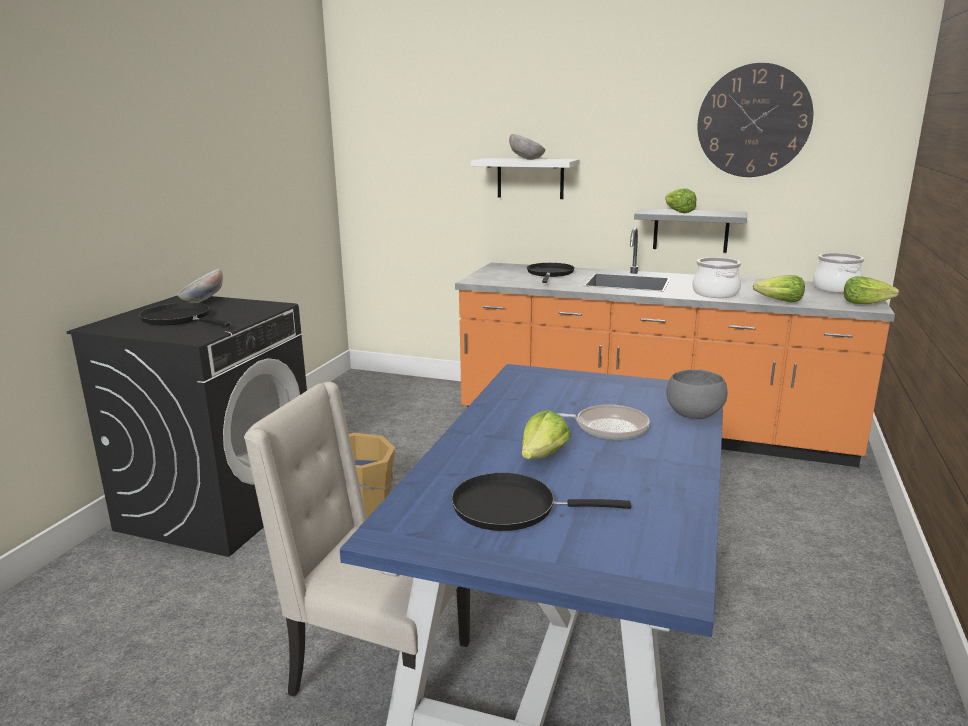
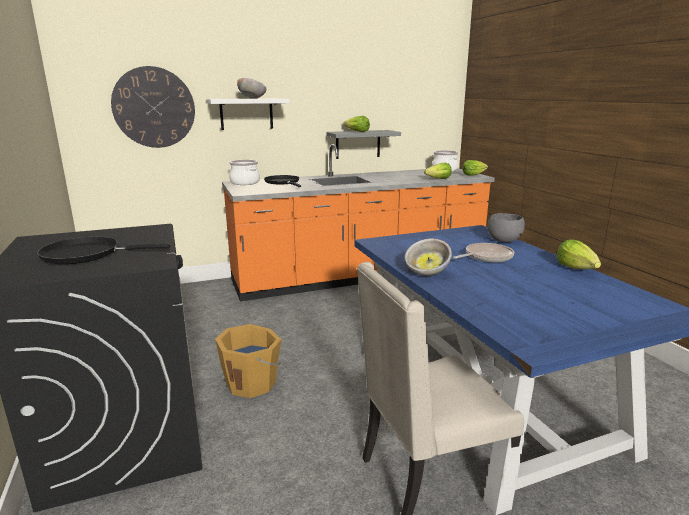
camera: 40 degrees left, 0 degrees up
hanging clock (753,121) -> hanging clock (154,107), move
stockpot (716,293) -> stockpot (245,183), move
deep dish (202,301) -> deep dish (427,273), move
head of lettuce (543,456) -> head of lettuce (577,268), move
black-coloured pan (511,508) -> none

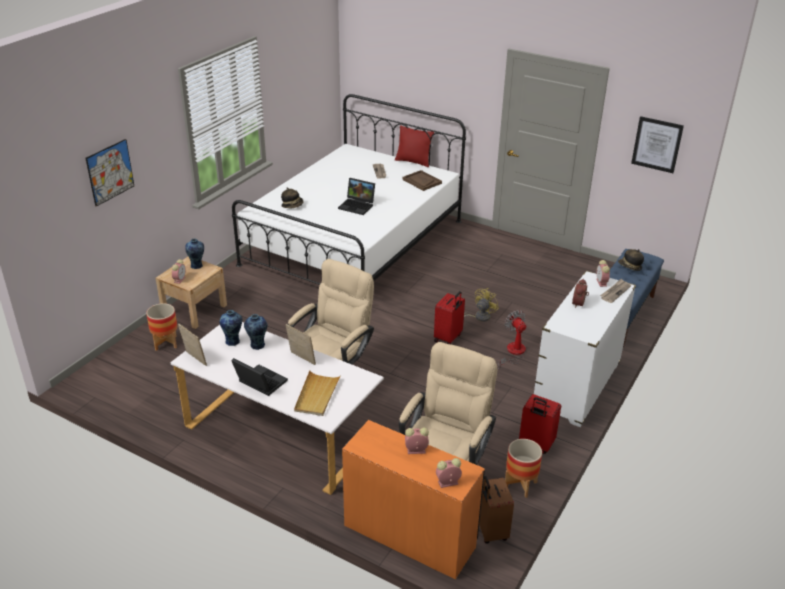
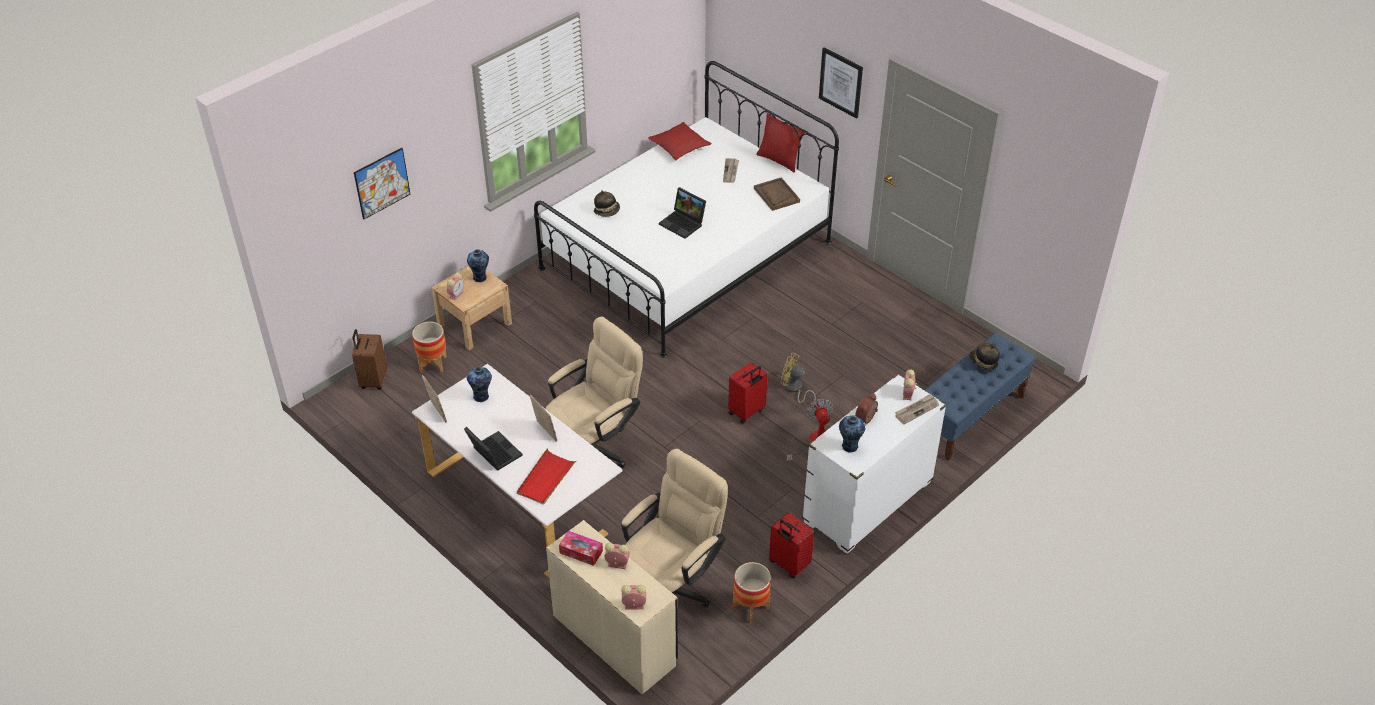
camera: 15 degrees right, 10 degrees up
wall picture (657,144) -> wall picture (841,82), move
yellowish cooling fan (479,317) -> yellowish cooling fan (794,389), 120 degrees counterclockwise
decorative vase (257,345) -> decorative vase (849,447), move
beige-coloured tray (317,395) -> reddish tray (546,479)
orange desk unit (410,534) -> beige-coloured desk unit (615,639)
brown-coloured piece of luggage (490,531) -> brown-coloured piece of luggage (373,380), move
none -> reddish throw pillow (679,146)
none -> tissue holder (581,552)

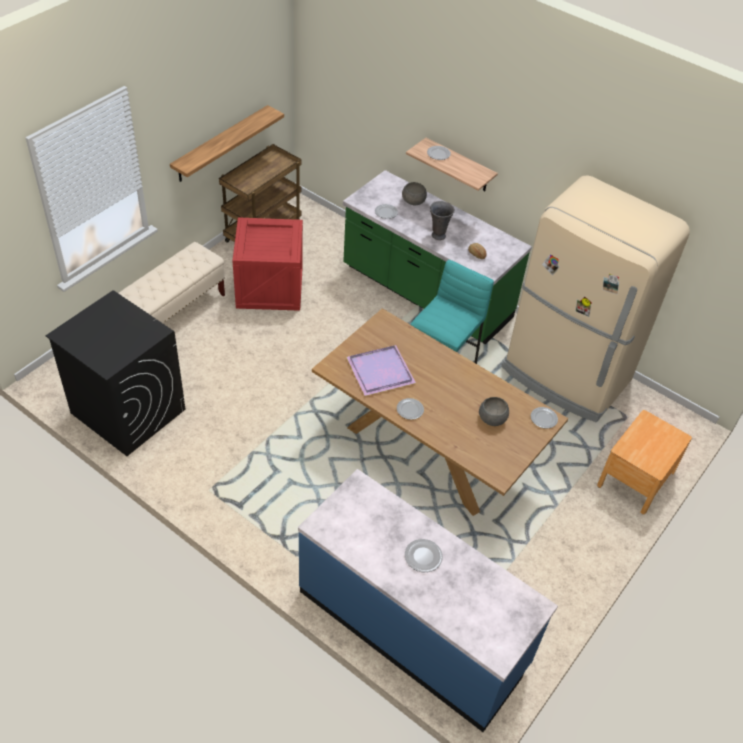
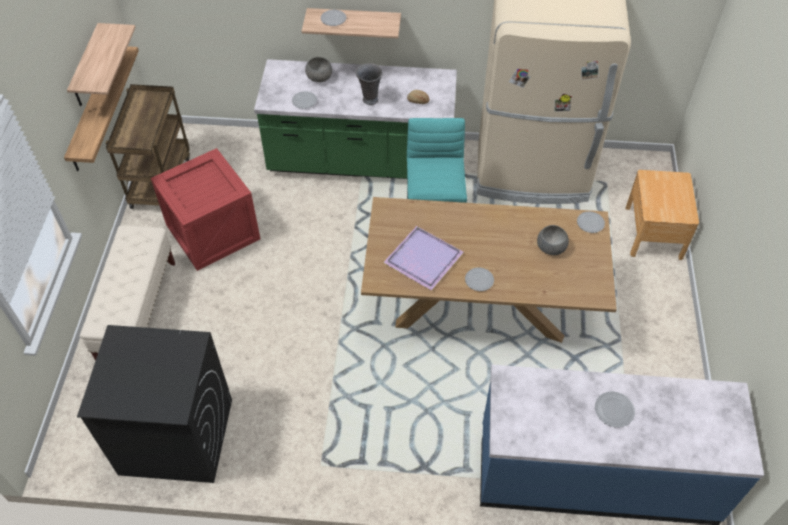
camera: 30 degrees left, 5 degrees up
none -> bracket shelf (87,67)

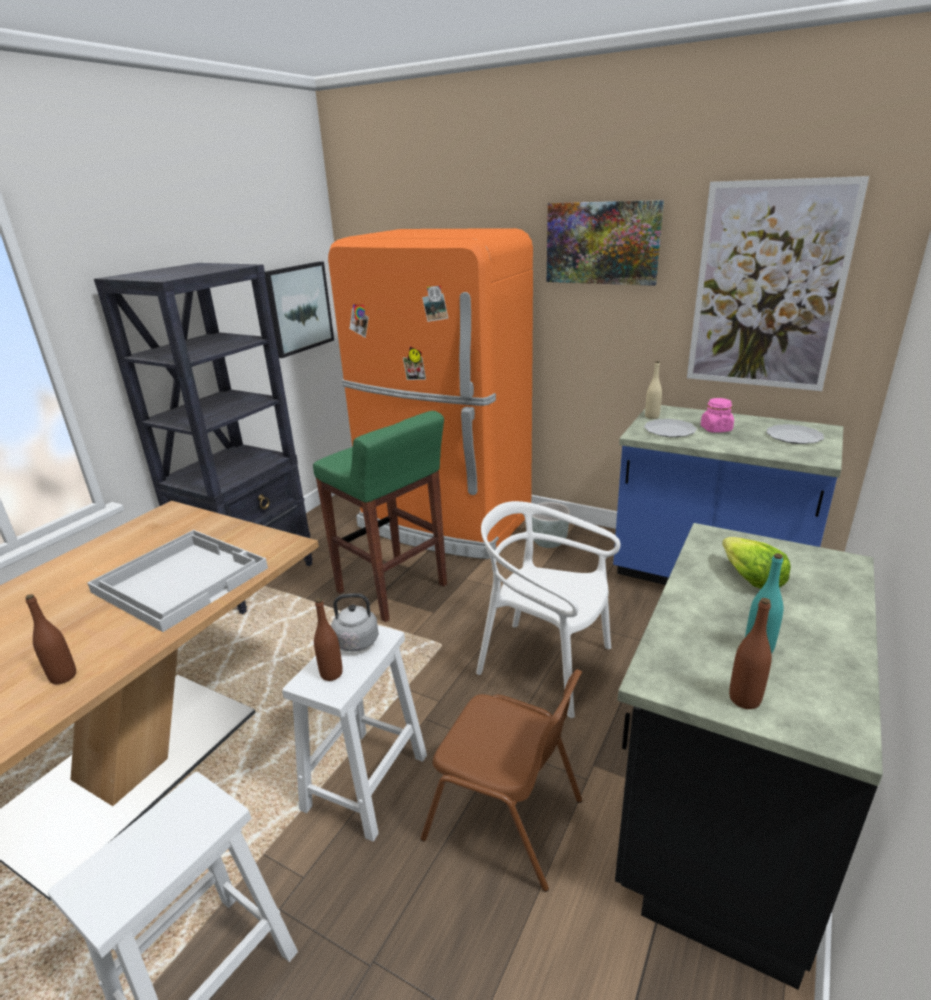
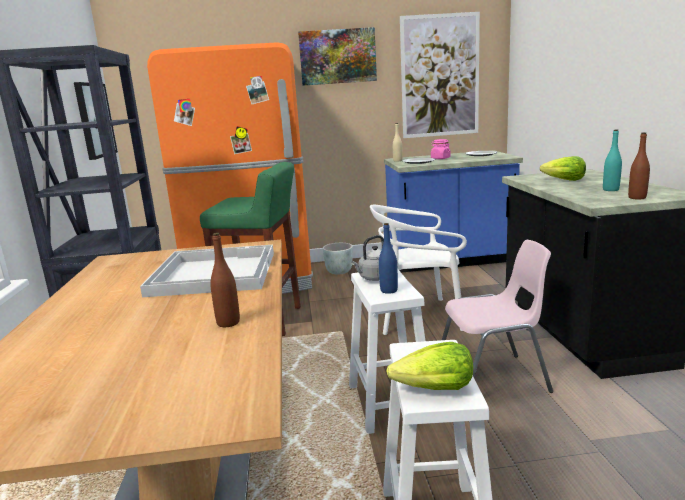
camera: 35 degrees left, 10 degrees down
brown-coloured drink bottle (331,674) -> bluish drink bottle (389,290)
brown-coloured plain chair (506,820) -> pinkish plain chair (493,379)
none -> head of lettuce (435,389)

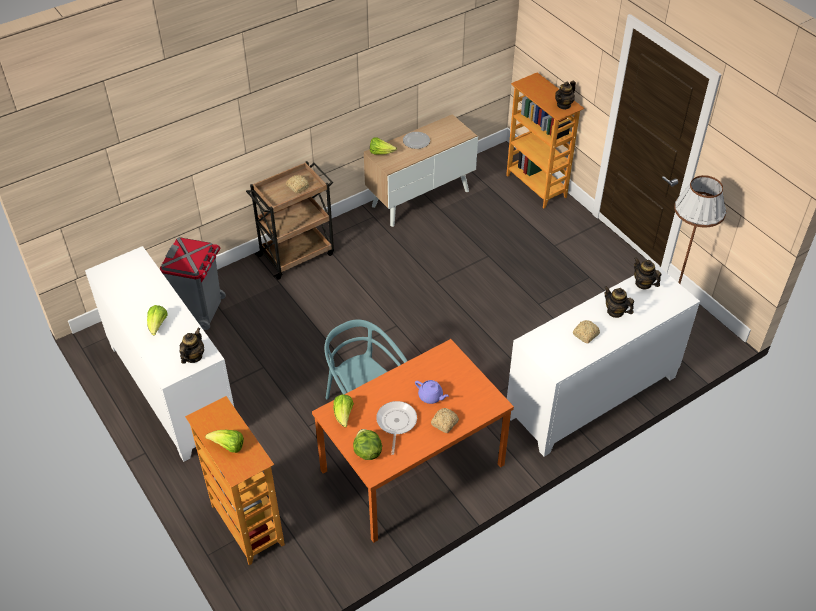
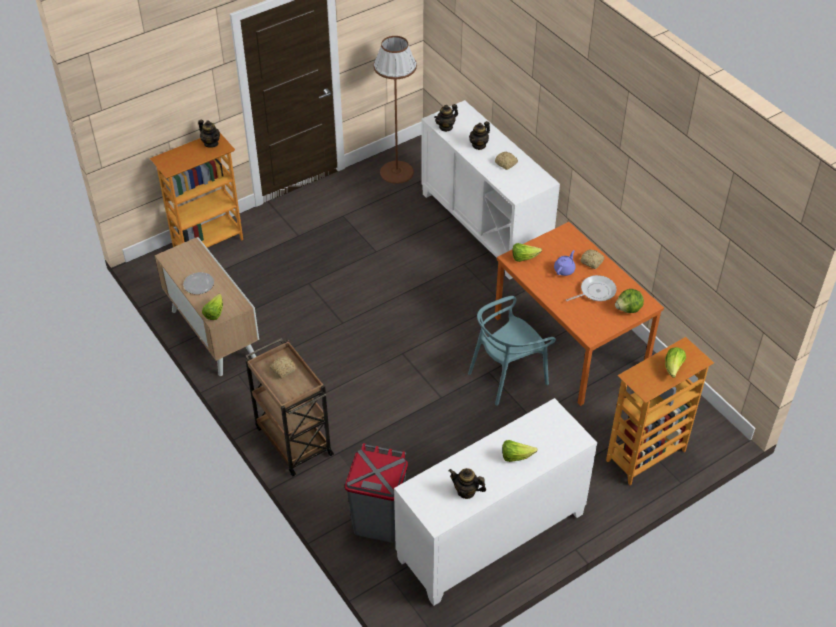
camera: 90 degrees left, 0 degrees up
pot for tea (193,356) -> pot for tea (466,491), move
head of lettuce (343,416) -> head of lettuce (524,257), move
pan (396,423) -> pan (595,291), 150 degrees clockwise

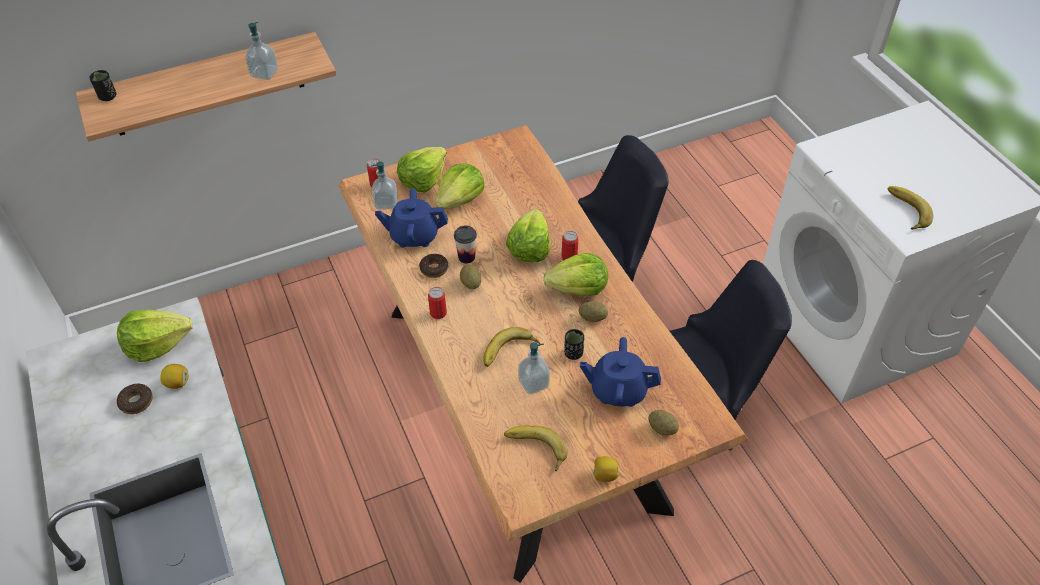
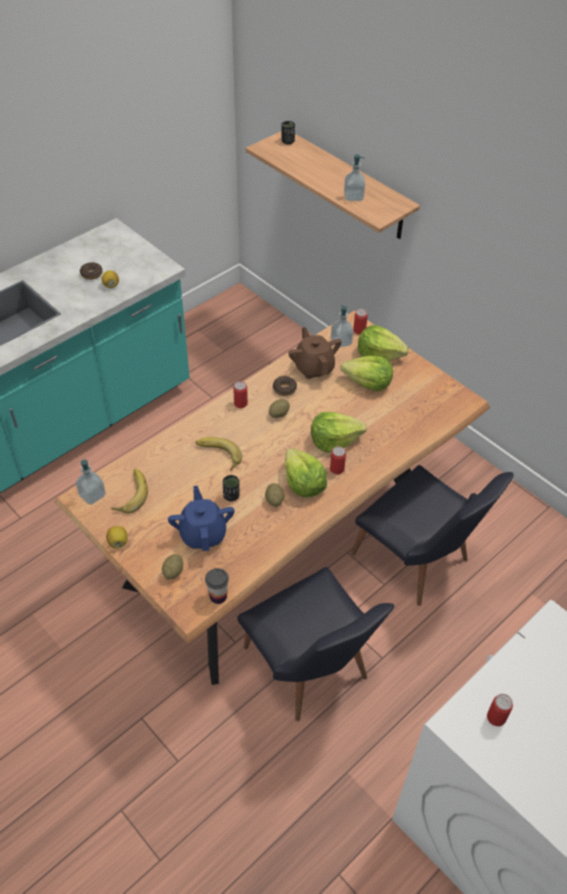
camera: 70 degrees right, 0 degrees up
banana (904,211) -> sealed can (496,717)
bluish pot for tea (414,236) -> brown-coloured pot for tea (314,367)
drinking cup (466,257) -> drinking cup (218,596), move
head of lettuce (157,344) -> none
soap bottle (533,383) -> soap bottle (92,495), move

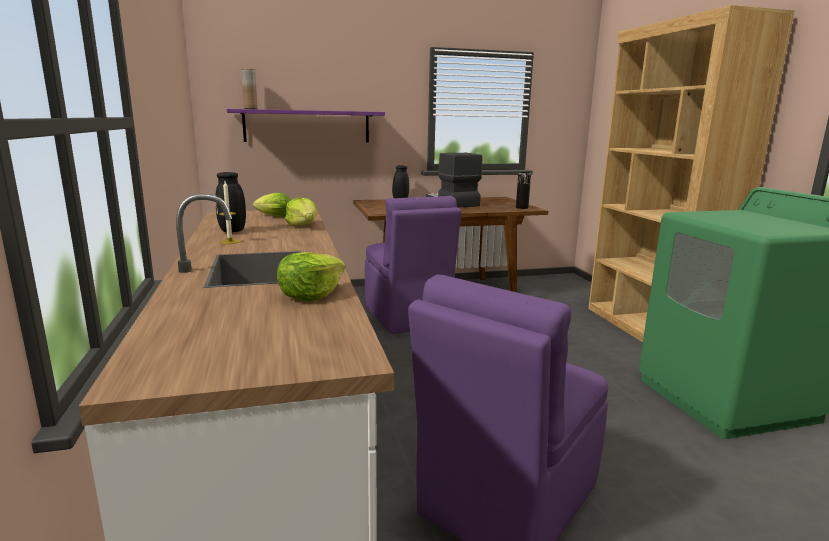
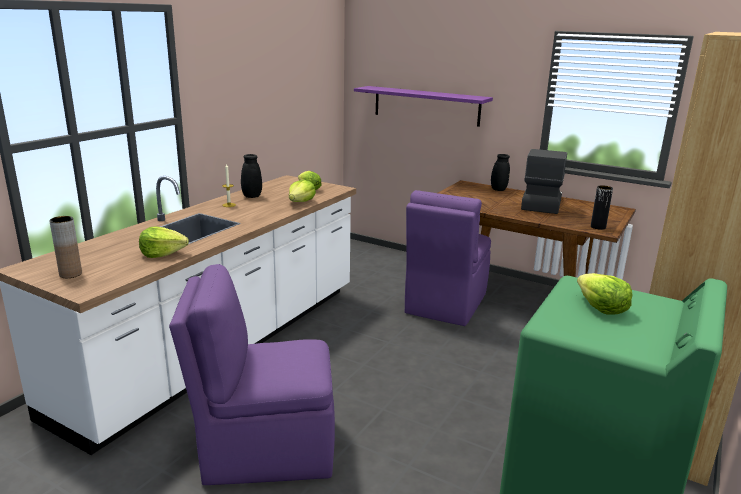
camera: 45 degrees right, 5 degrees up
brown-coloured decorative vase (250,109) -> brown-coloured decorative vase (70,274), move
none -> head of lettuce (601,308)

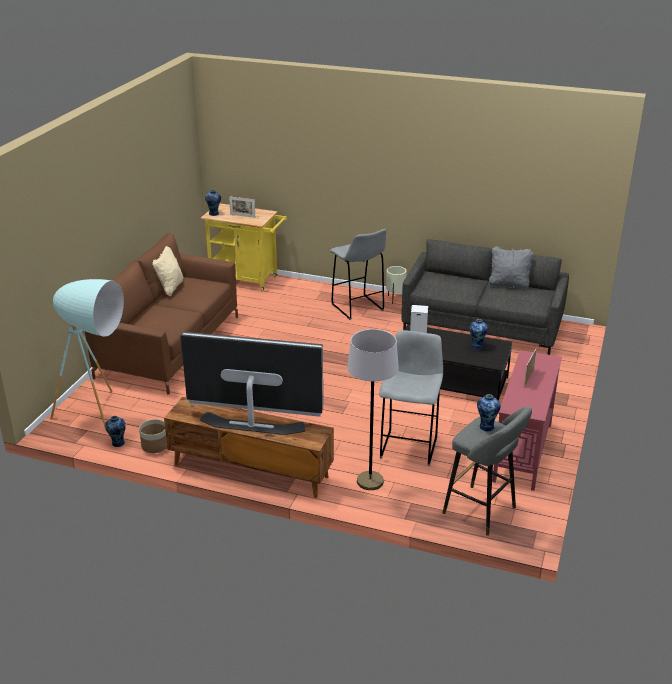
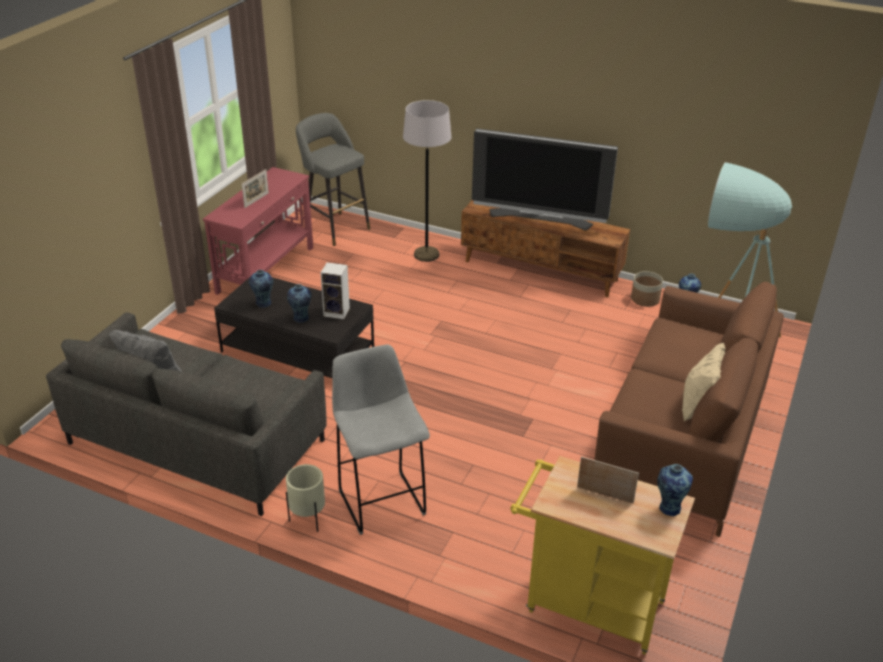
camera: 175 degrees left, 5 degrees up
gray stool seat (409,447) -> none
decorative vase (486,426) -> decorative vase (301,318), move

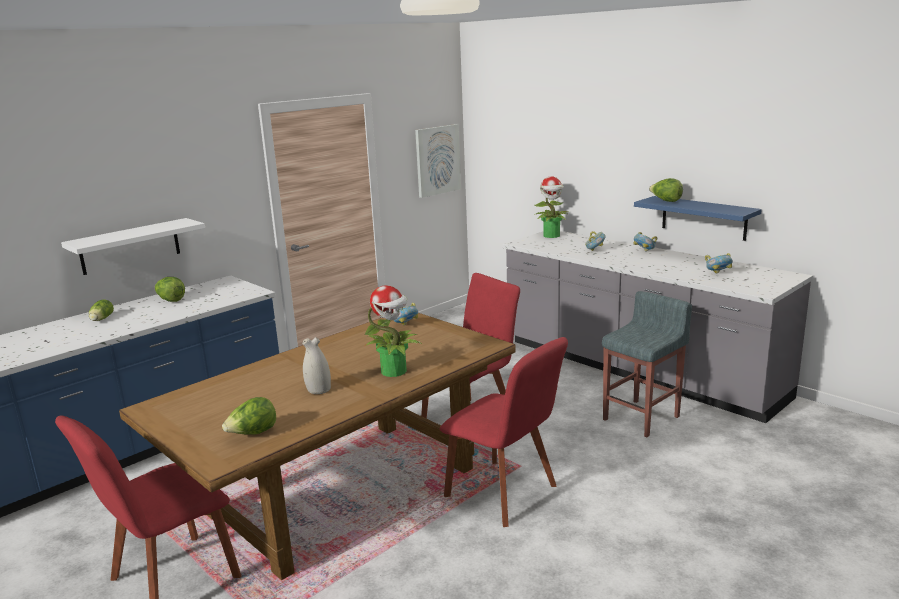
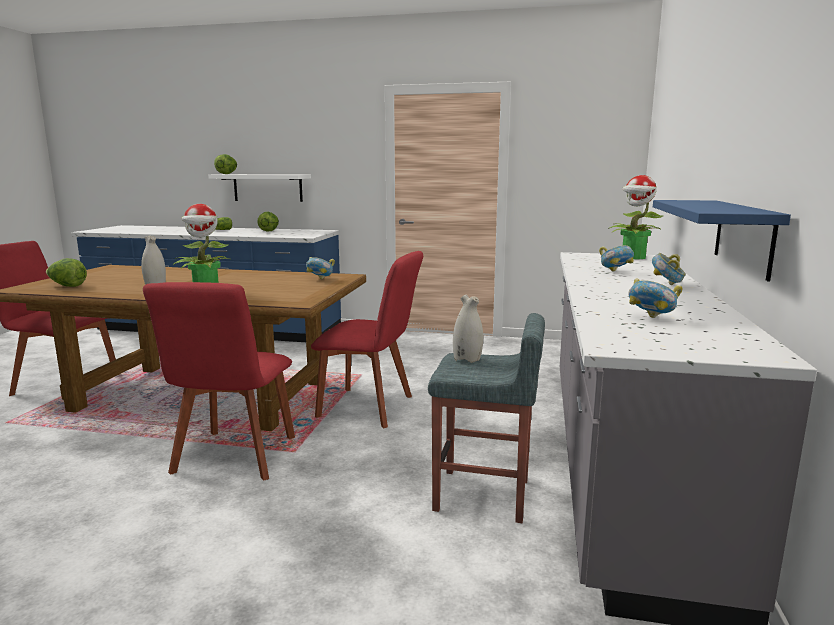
camera: 55 degrees right, 5 degrees down
wall picture (437,160) -> none
head of lettuce (665,201) -> head of lettuce (227,174), move
none -> white decorative vase (467,360)

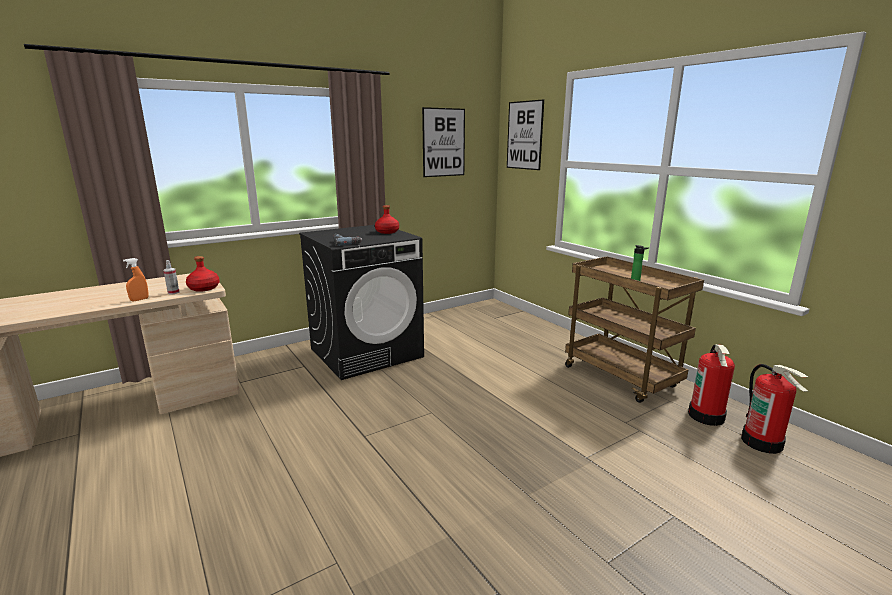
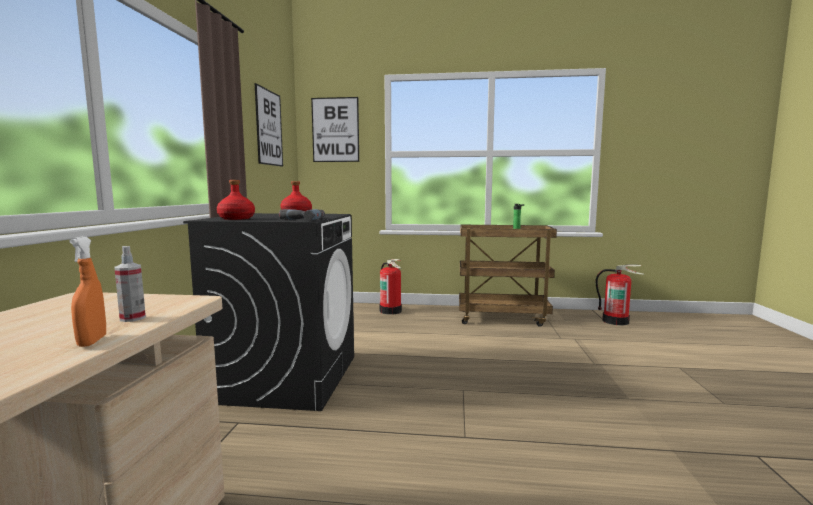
camera: 50 degrees left, 10 degrees down
reddish drink bottle (204,288) -> reddish drink bottle (236,218), move
fire-fighting cylinder (707,416) -> fire-fighting cylinder (391,311), move

